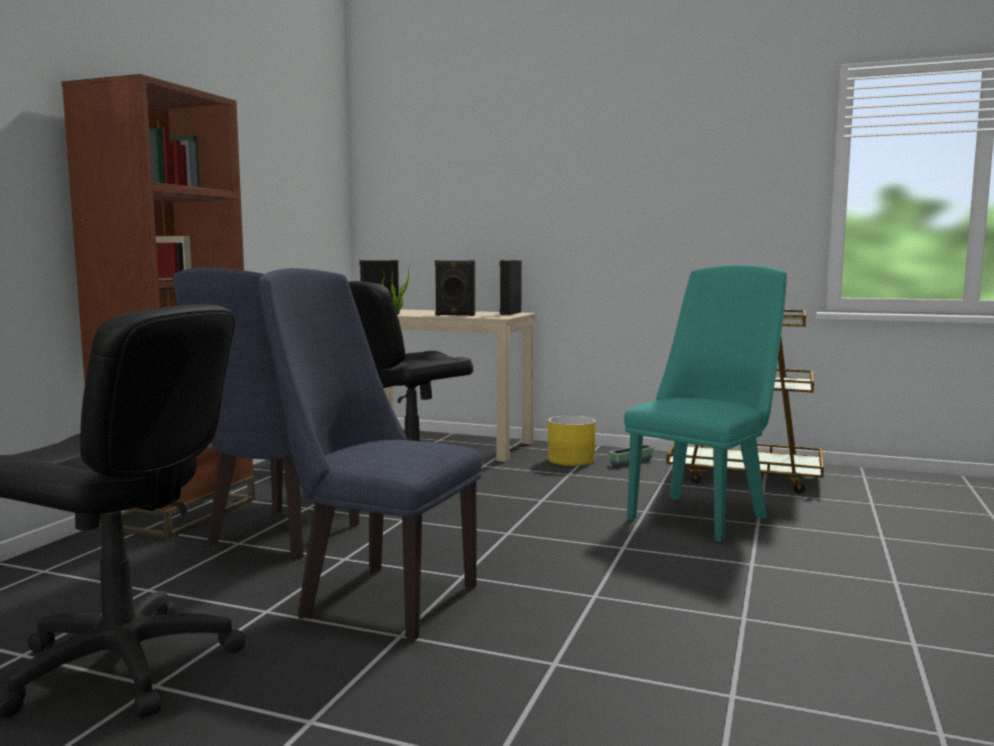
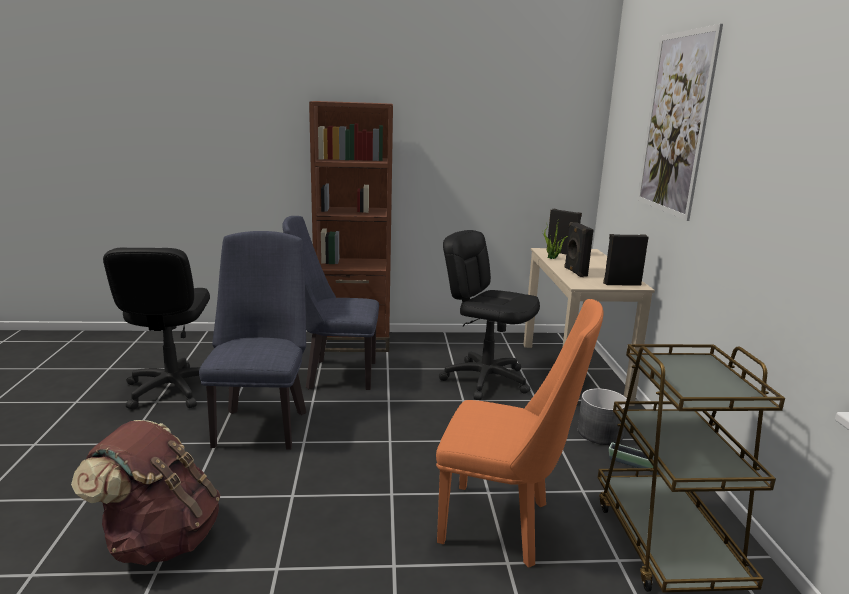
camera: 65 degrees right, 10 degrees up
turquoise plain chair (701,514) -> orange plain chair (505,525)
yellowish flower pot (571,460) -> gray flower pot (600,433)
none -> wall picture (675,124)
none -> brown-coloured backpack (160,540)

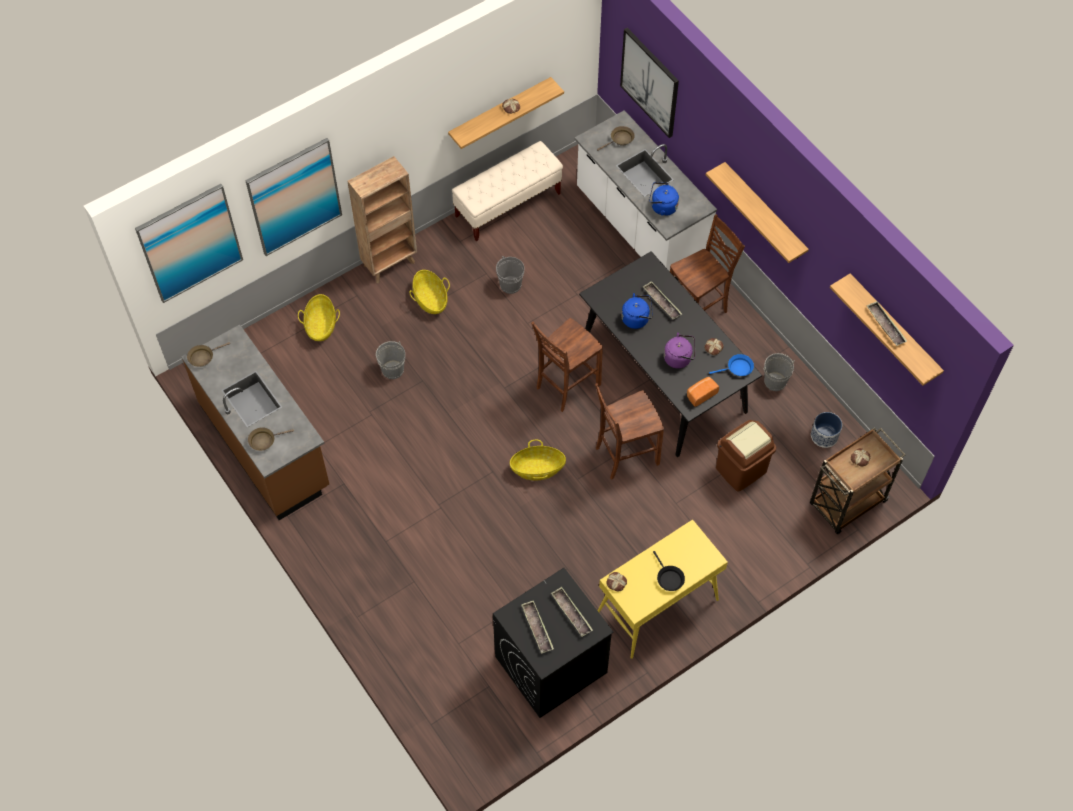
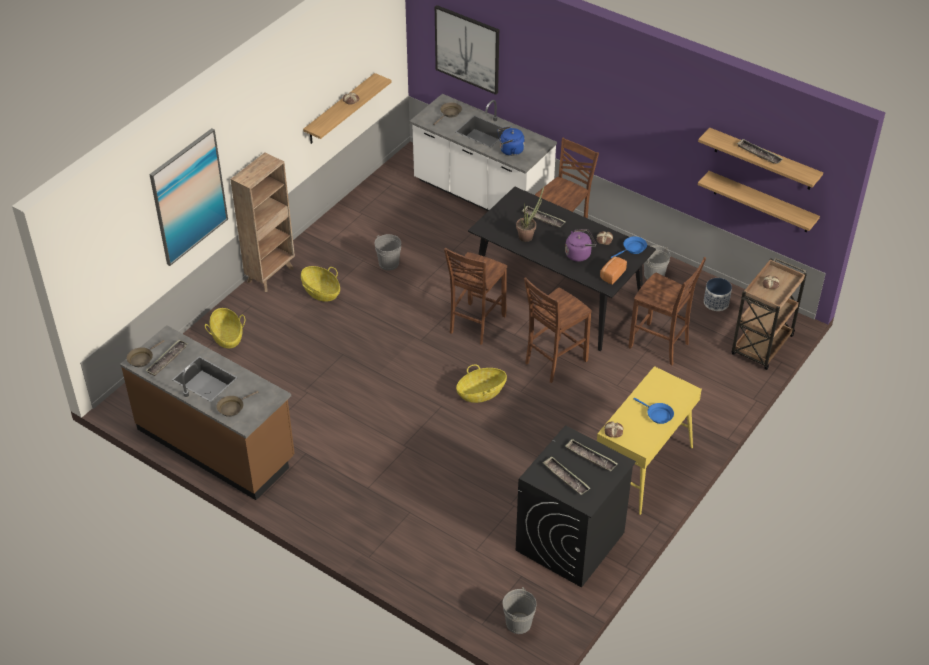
camera: 20 degrees left, 15 degrees down
beige-coloured long seat (508,205) -> none
bracket shelf (764,212) -> bracket shelf (761,202), move
wall picture (190,243) -> none
bluish water kettle (637,318) -> houseplant (528,235)
gray water bucket (392,369) -> gray water bucket (518,623), move
brown-coloured trash can (741,470) -> brown-coloured plain chair (660,346)
black-coloured pan (668,578) -> bluish pan (657,415)
none -> tray (167,360)

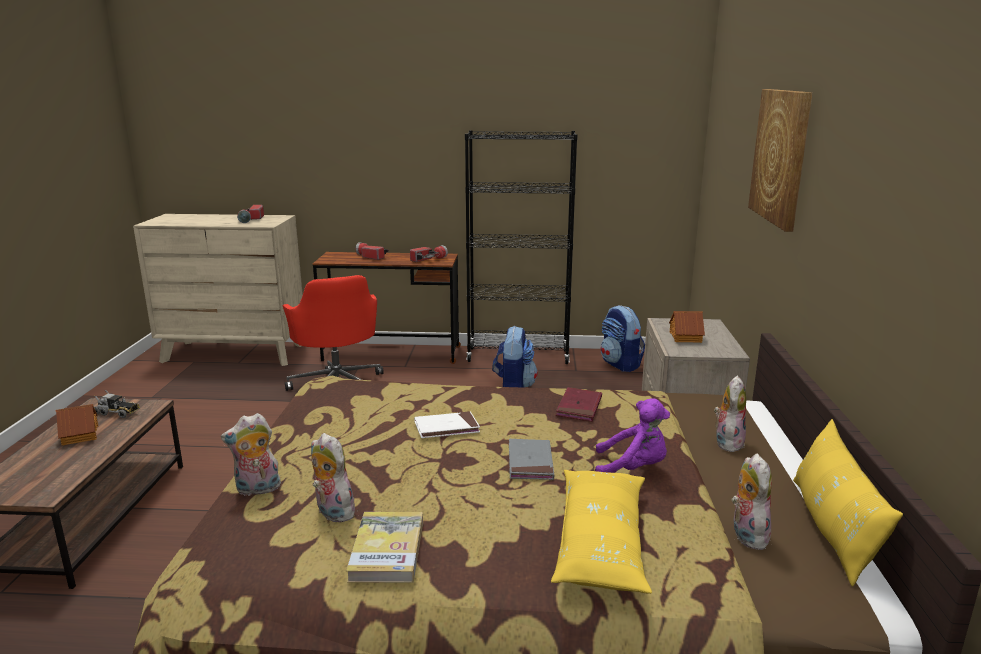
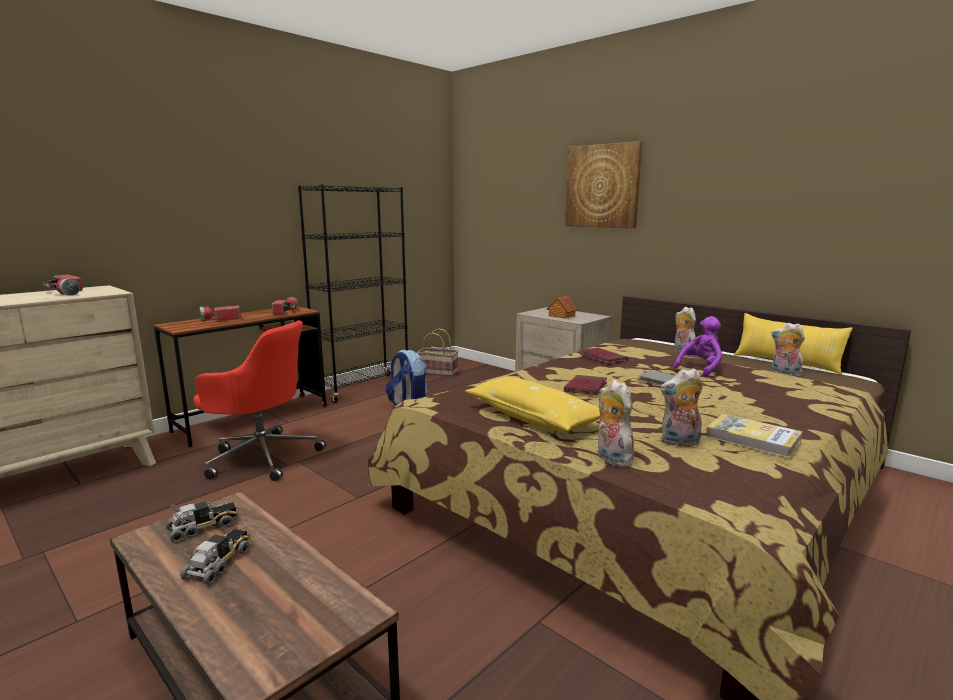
camera: 50 degrees left, 5 degrees down
backpack (620,364) -> household basket (438,372)
toy house (79,435) -> toy lorry (219,563)
white book (446,428) -> reddish book (585,388)
plush toy (257,490) -> plush toy (611,458), 135 degrees clockwise
yellowish throw pillow (601,543) -> yellowish throw pillow (534,417), move

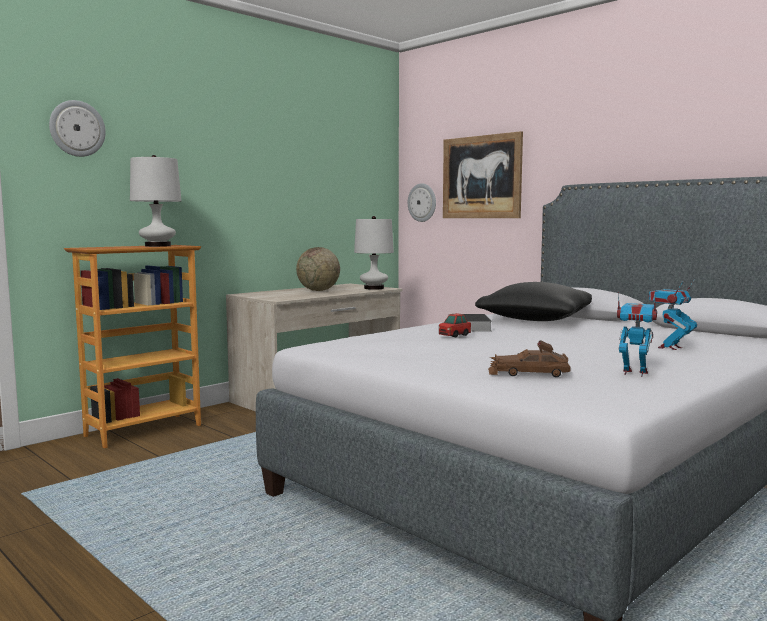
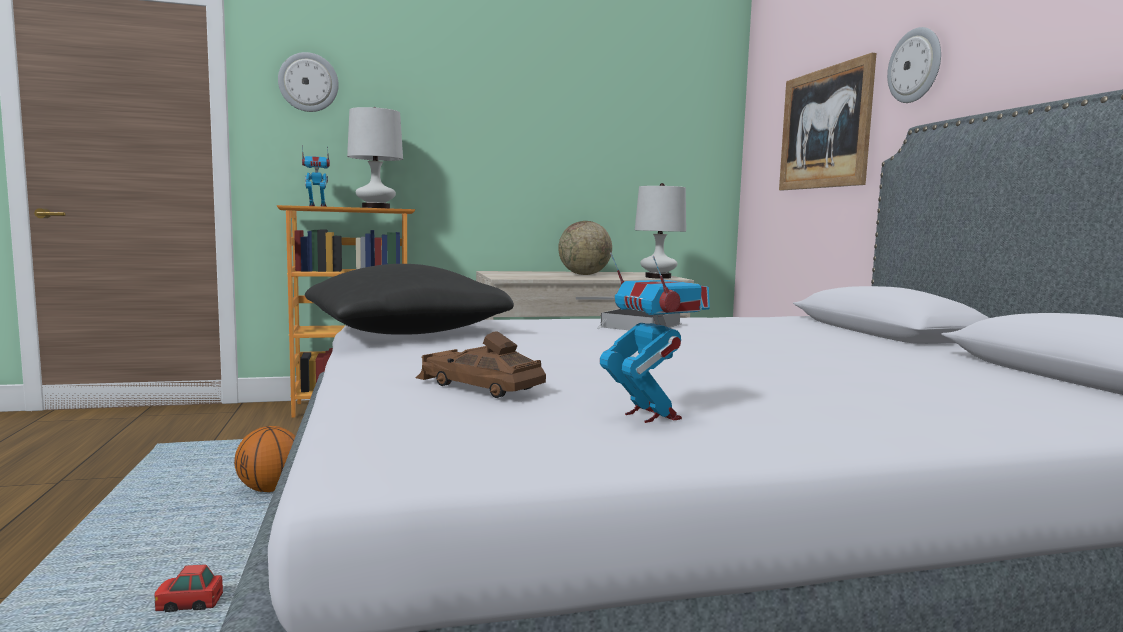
camera: 30 degrees right, 0 degrees up
hanging clock (422,202) -> hanging clock (915,66), move
model robot (669,347) -> model robot (317,206), move
black-coloured throw pillow (536,319) -> black-coloured throw pillow (405,331), move
miniature car (454,335) -> miniature car (188,605), move
none -> ball for basketball (270,489)

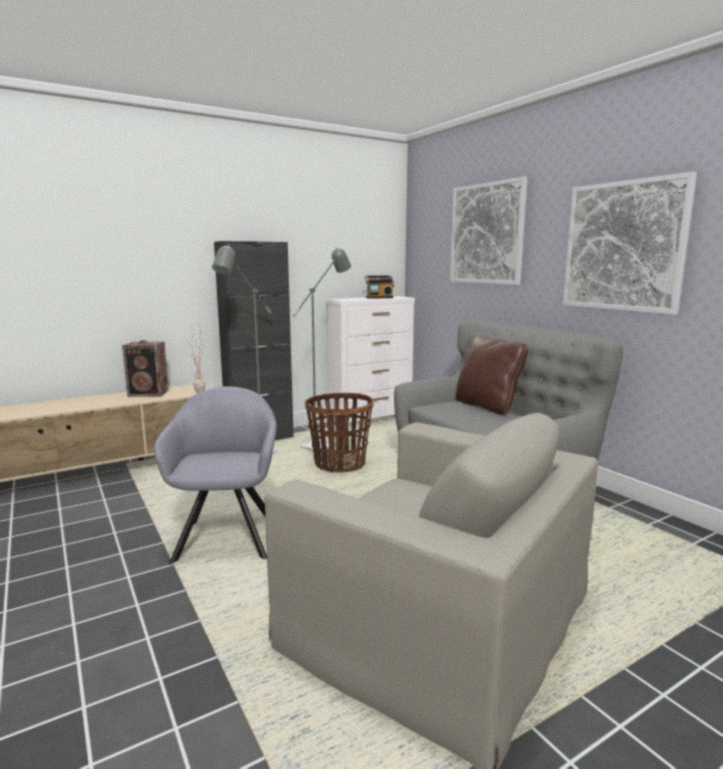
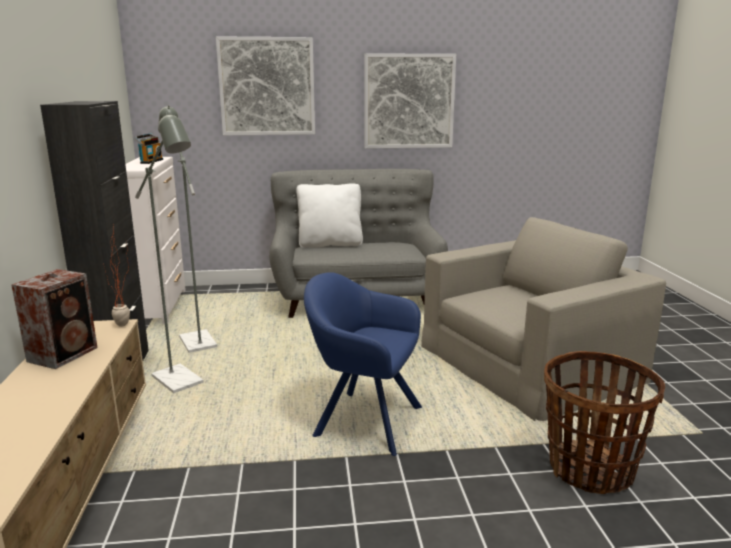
camera: 65 degrees left, 5 degrees up
brown-coloured throw pillow (488,406) -> white throw pillow (330,244)
gray armchair (228,535) -> bluish armchair (362,419)
household basket (339,464) -> household basket (590,470), move

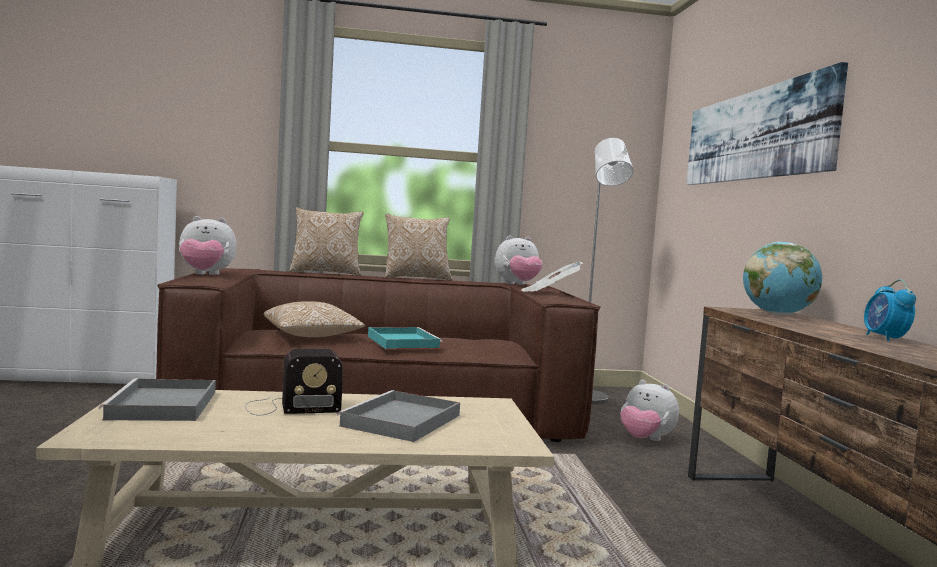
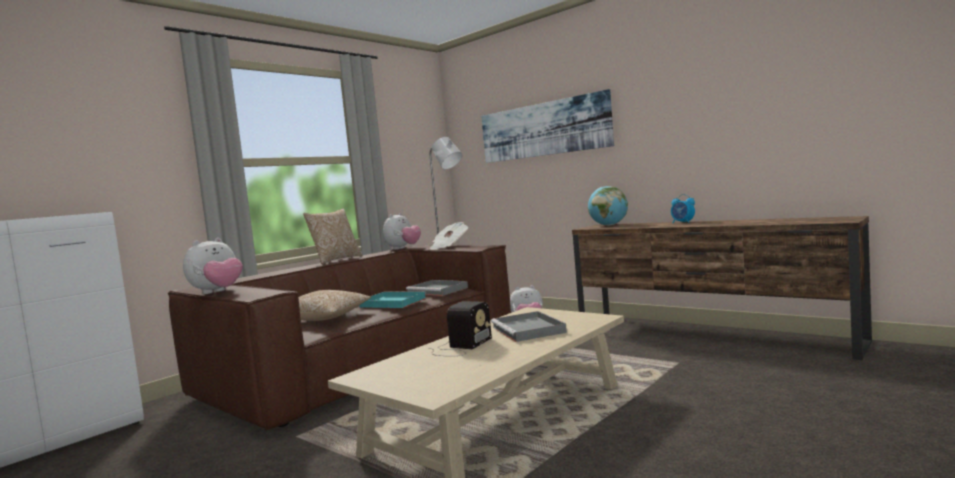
camera: 40 degrees left, 0 degrees up
throw pillow (326,273) -> none
gray tray (163,406) -> gray tray (438,290), move

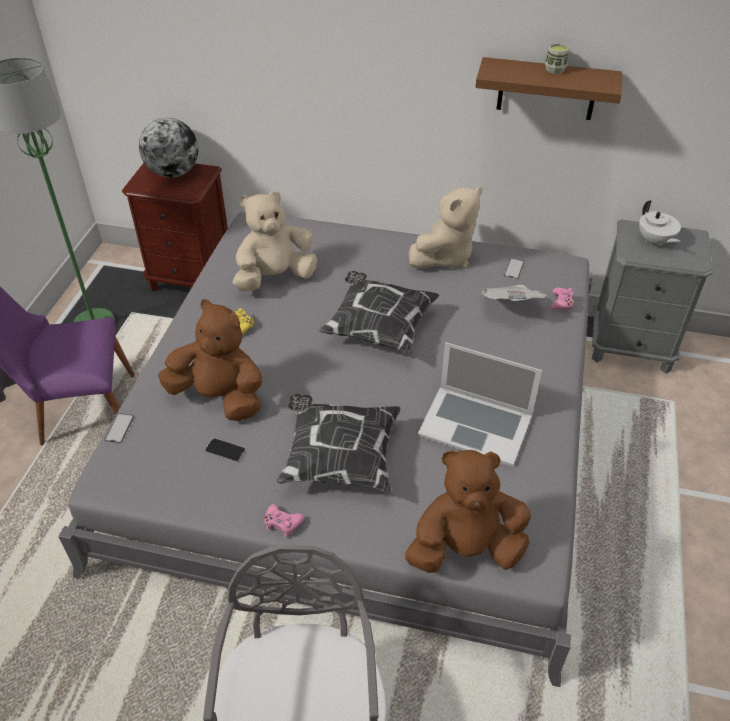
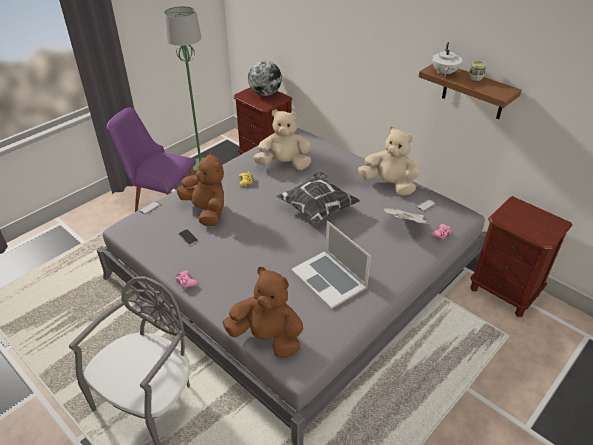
camera: 30 degrees right, 5 degrees down
beige-coloured plush toy (444,257) -> beige-coloured plush toy (389,185), 135 degrees counterclockwise
white pot for tea (654,241) -> white pot for tea (444,73), move
gray nightstand (631,347) -> brown-coloured nightstand (504,292)
throw pillow (339,457) -> none

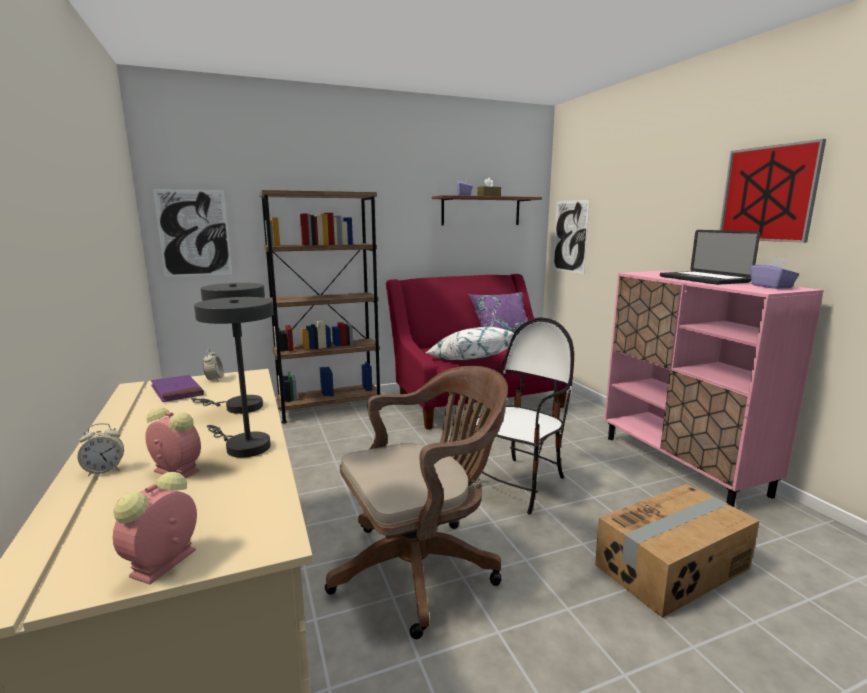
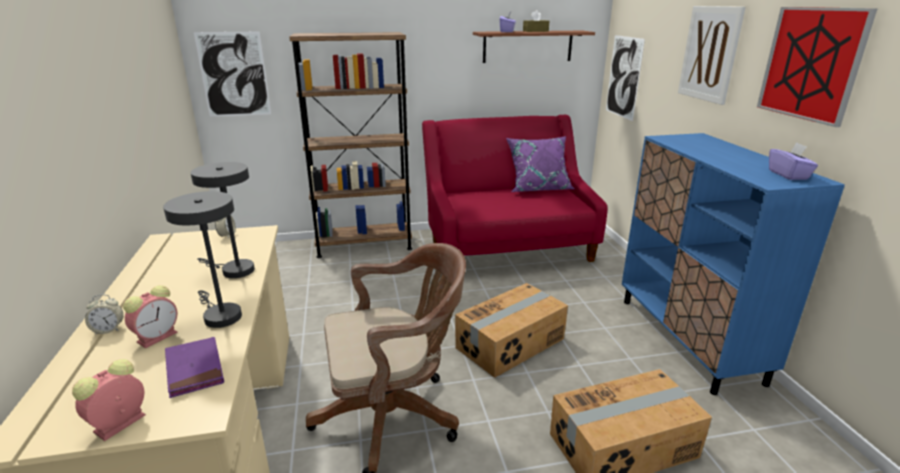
camera: 10 degrees right, 10 degrees up
portable computer (703,279) -> none
pinkish storage cabinet (682,464) -> bluish storage cabinet (688,339)
plain chair (517,484) -> carton (511,343)
white throw pillow (470,360) -> none
purple book (177,391) -> purple book (194,369), move
alarm clock (174,471) -> alarm clock (158,336), 90 degrees clockwise
none -> wall picture (709,54)

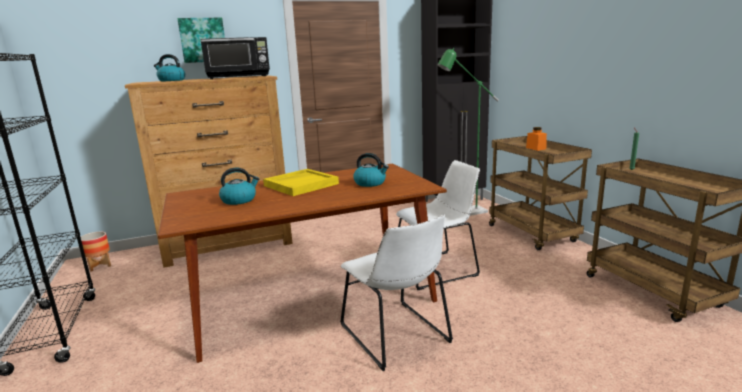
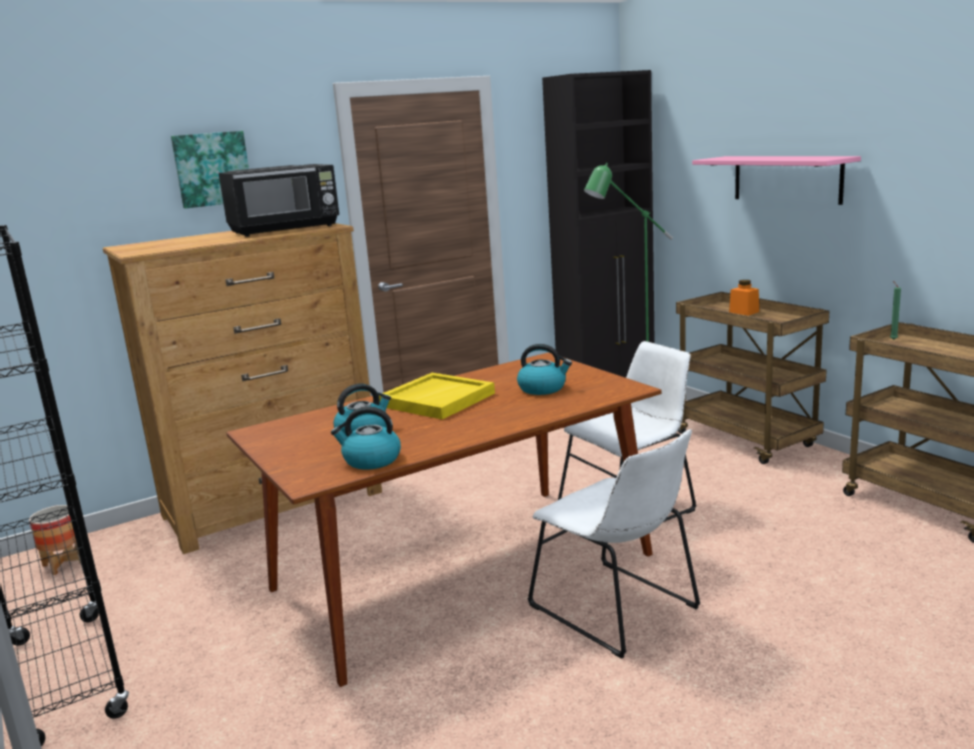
camera: 10 degrees left, 0 degrees up
water kettle (171,80) -> water kettle (371,460), move
none -> pinkish bracket shelf (786,179)

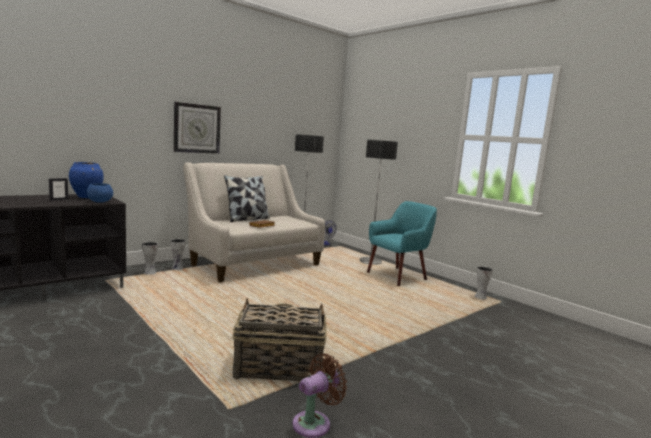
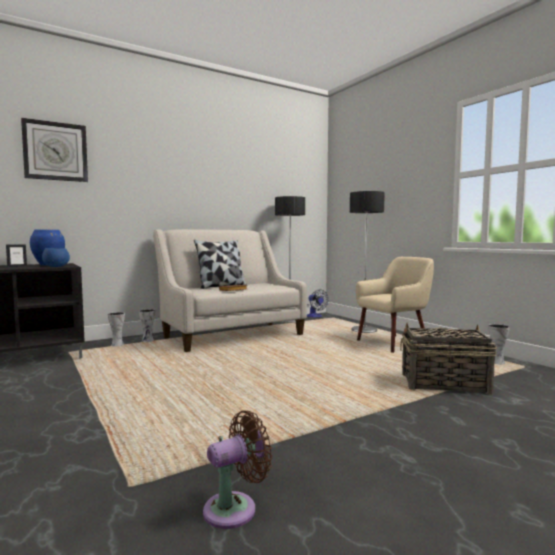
camera: 10 degrees right, 5 degrees down
hanging clock (197,128) -> hanging clock (55,151), move
turquoise armchair (397,276) -> beige-coloured armchair (393,343)
household basket (278,368) -> household basket (443,384), move

